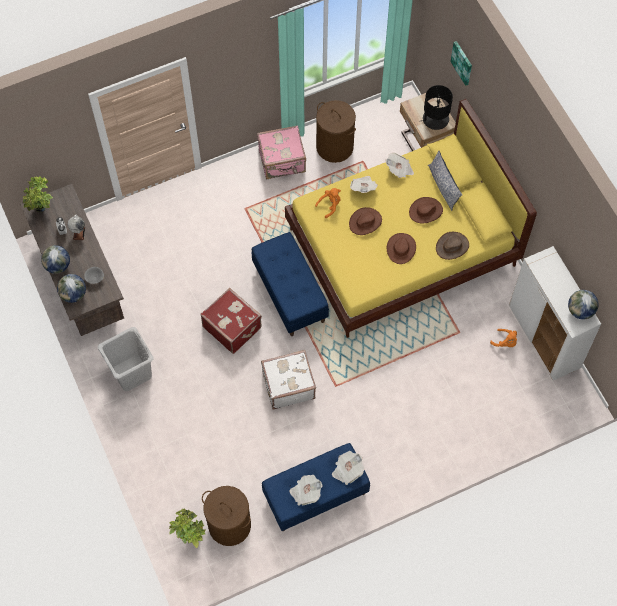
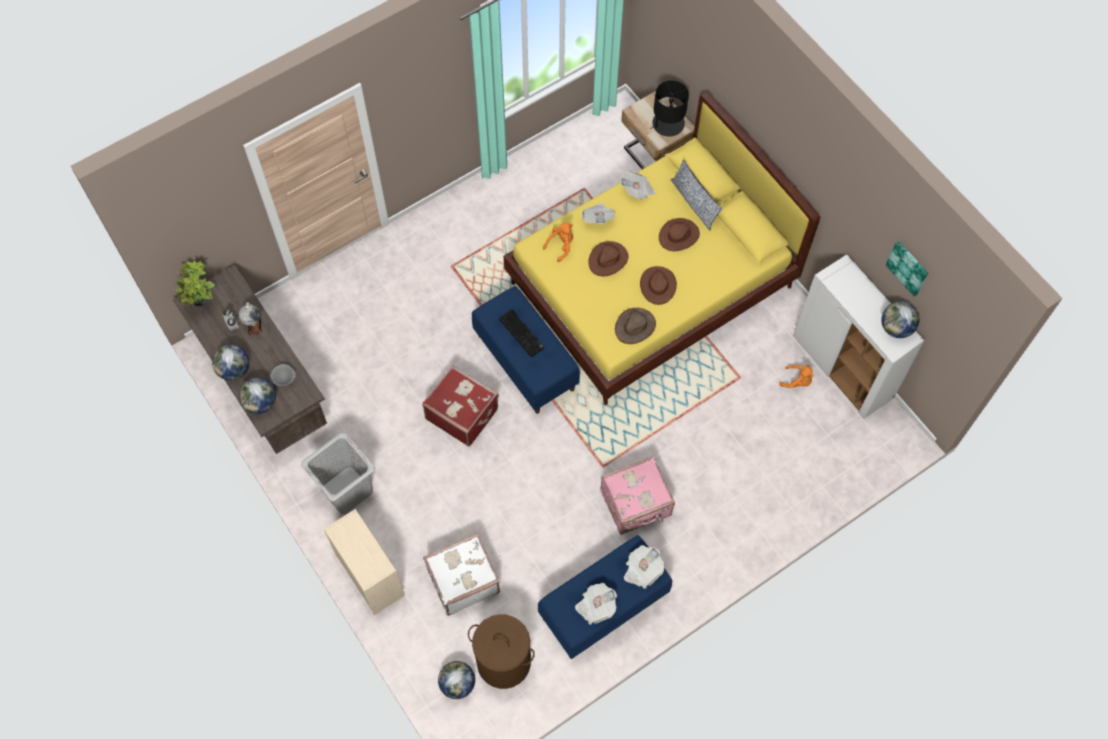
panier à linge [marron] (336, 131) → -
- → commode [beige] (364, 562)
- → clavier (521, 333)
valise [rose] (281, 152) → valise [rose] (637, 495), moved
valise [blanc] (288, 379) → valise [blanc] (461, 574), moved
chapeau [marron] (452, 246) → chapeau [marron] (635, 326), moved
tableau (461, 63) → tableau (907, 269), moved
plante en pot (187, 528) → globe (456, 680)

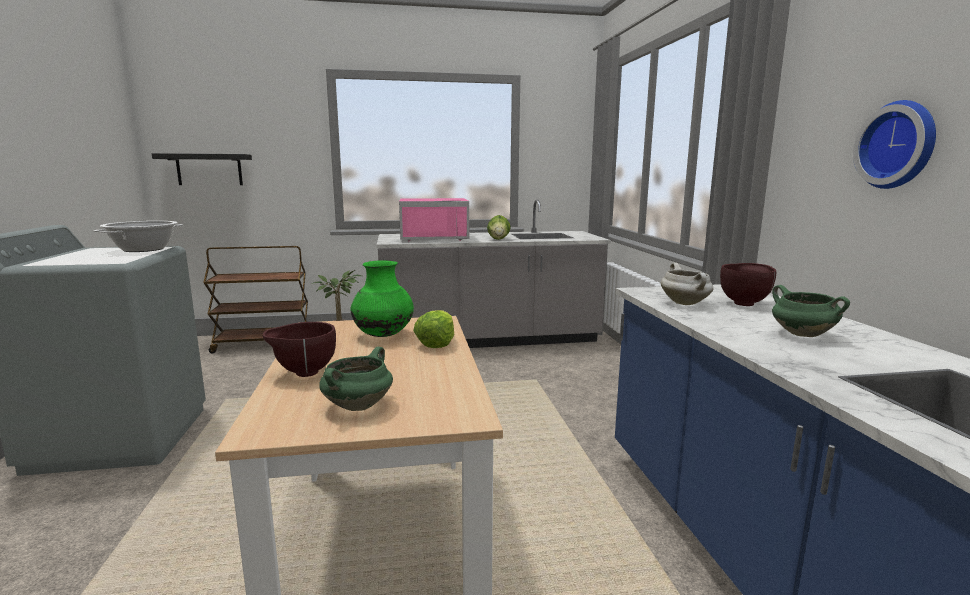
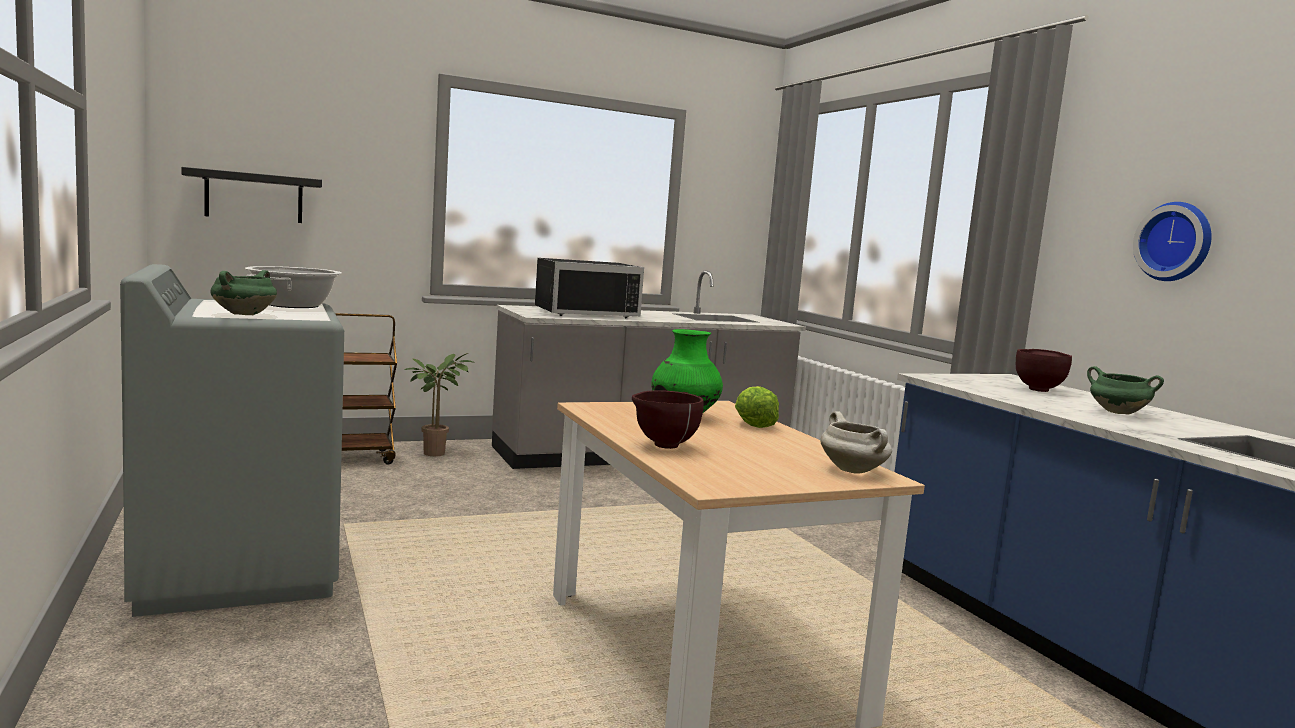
laitue (499, 227) → -
marmite [vert] (356, 379) → marmite [vert] (243, 292), moved
marmite [blanc] (687, 284) → marmite [blanc] (856, 442), moved
micro-ondes [rose] (434, 219) → micro-ondes [noir] (589, 288)

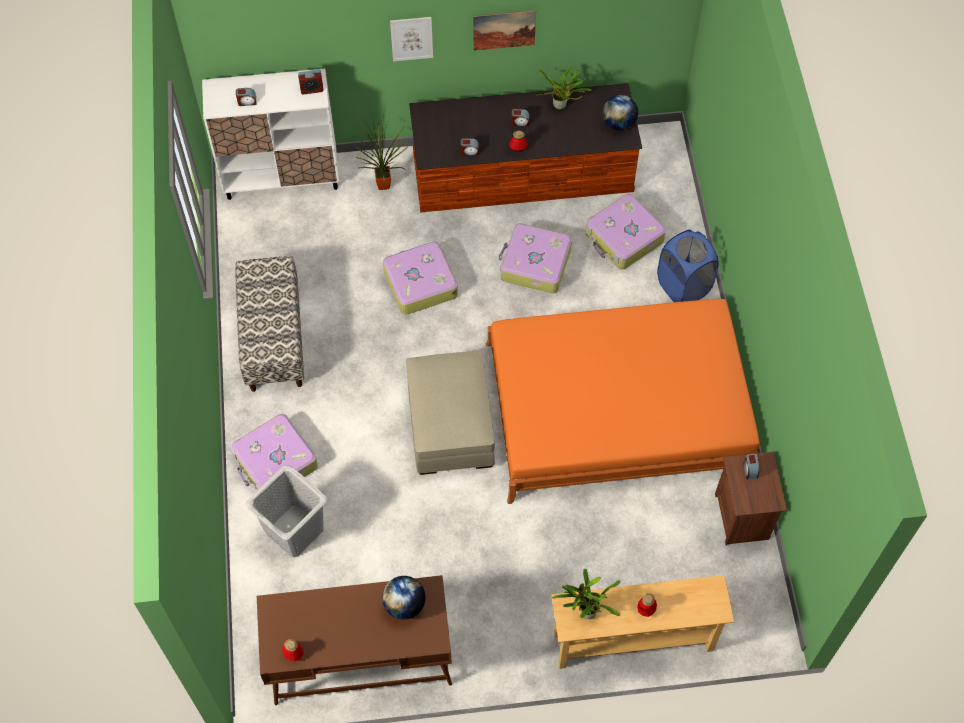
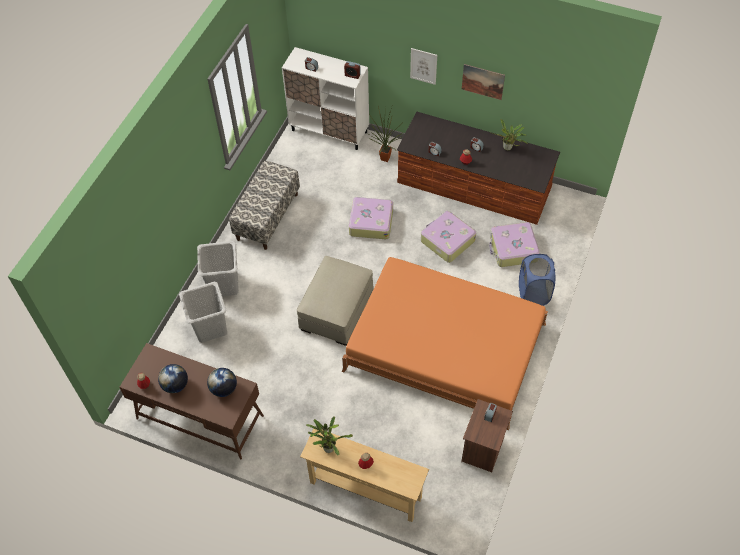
globe (620, 113) → globe (173, 378), moved
valise (274, 452) → panier à linge [gris] (218, 268)

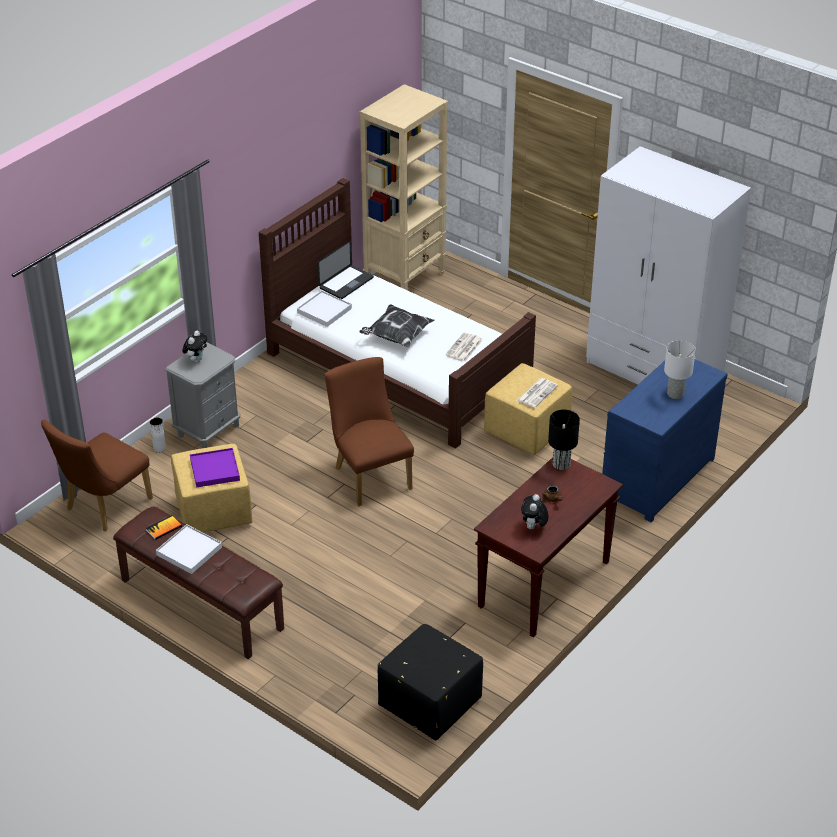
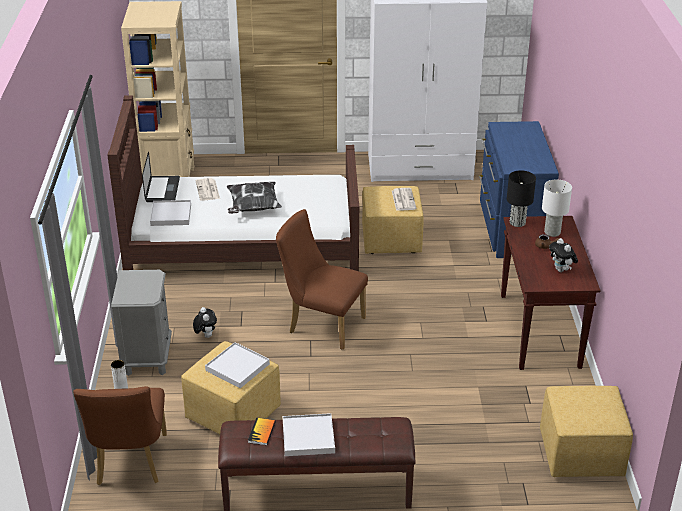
peluche (194, 346) → peluche (205, 322), moved
journal (464, 347) → journal (207, 189), moved
lampe de table [blanc] (680, 369) → lampe de table [blanc] (557, 208), moved
plateau [violet] (215, 468) → plateau [blanc] (237, 365)
pouf [noir] (430, 682) → pouf [jaune] (586, 431)

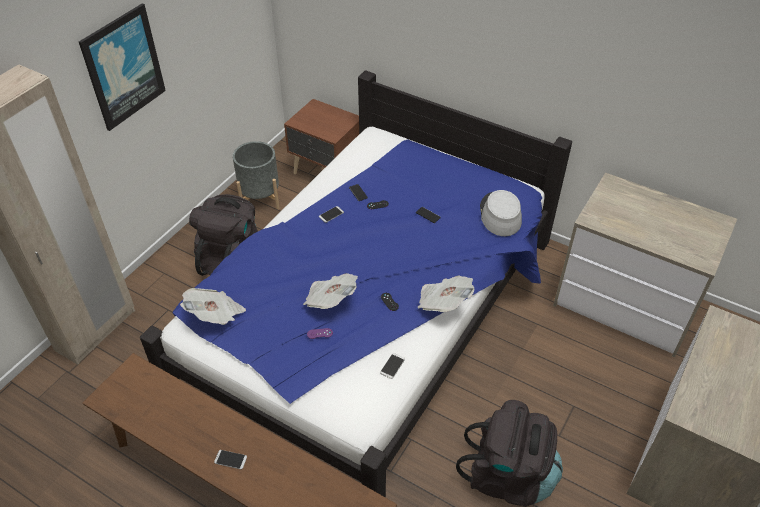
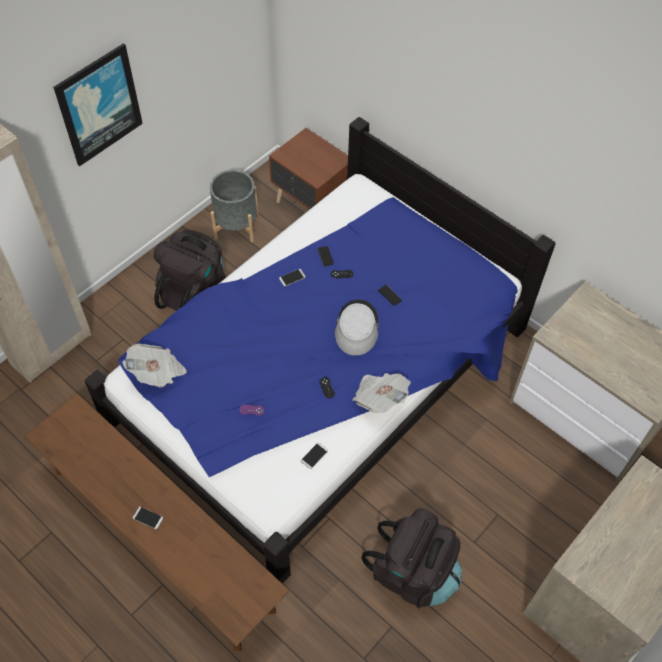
journal (330, 291) → -
chapeau [gris] (501, 213) → chapeau [gris] (356, 327), moved

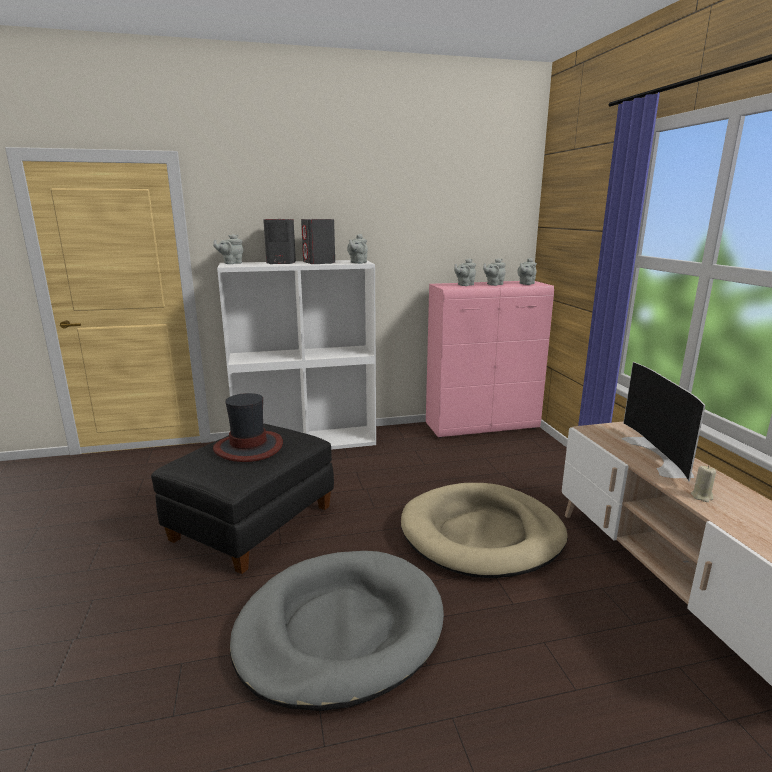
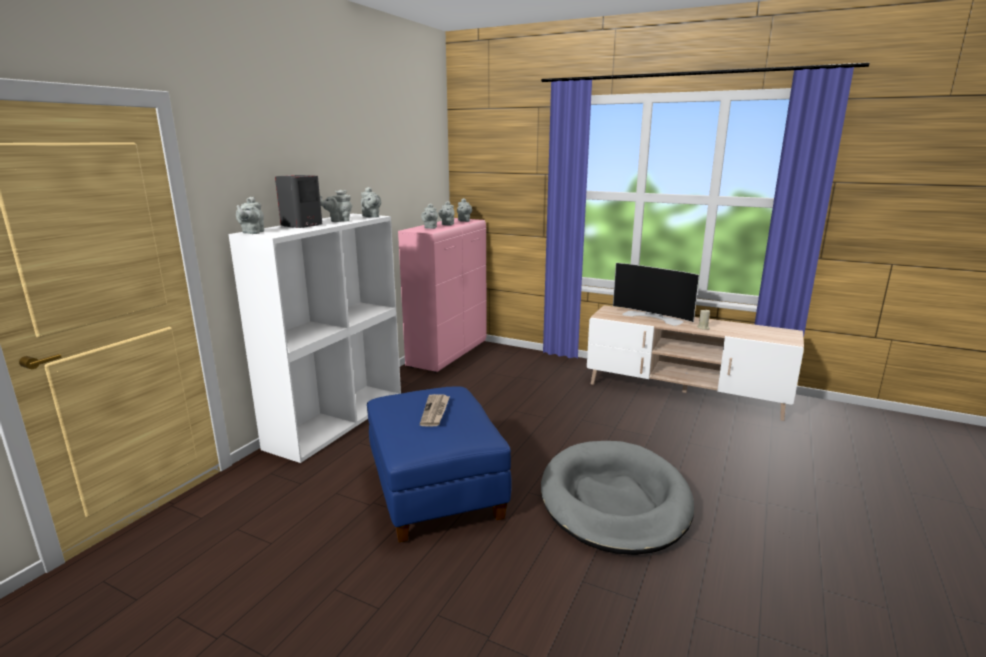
panier pour chien [beige] (484, 530) → -
chapeau (248, 427) → journal (435, 410)
enceinte [gris] (318, 241) → théière [gris] (336, 206)
pouf [noir] (242, 498) → pouf [bleu] (439, 464)

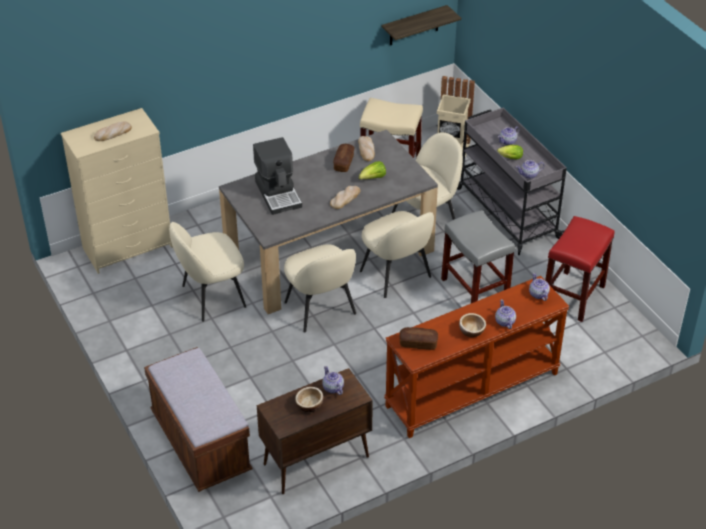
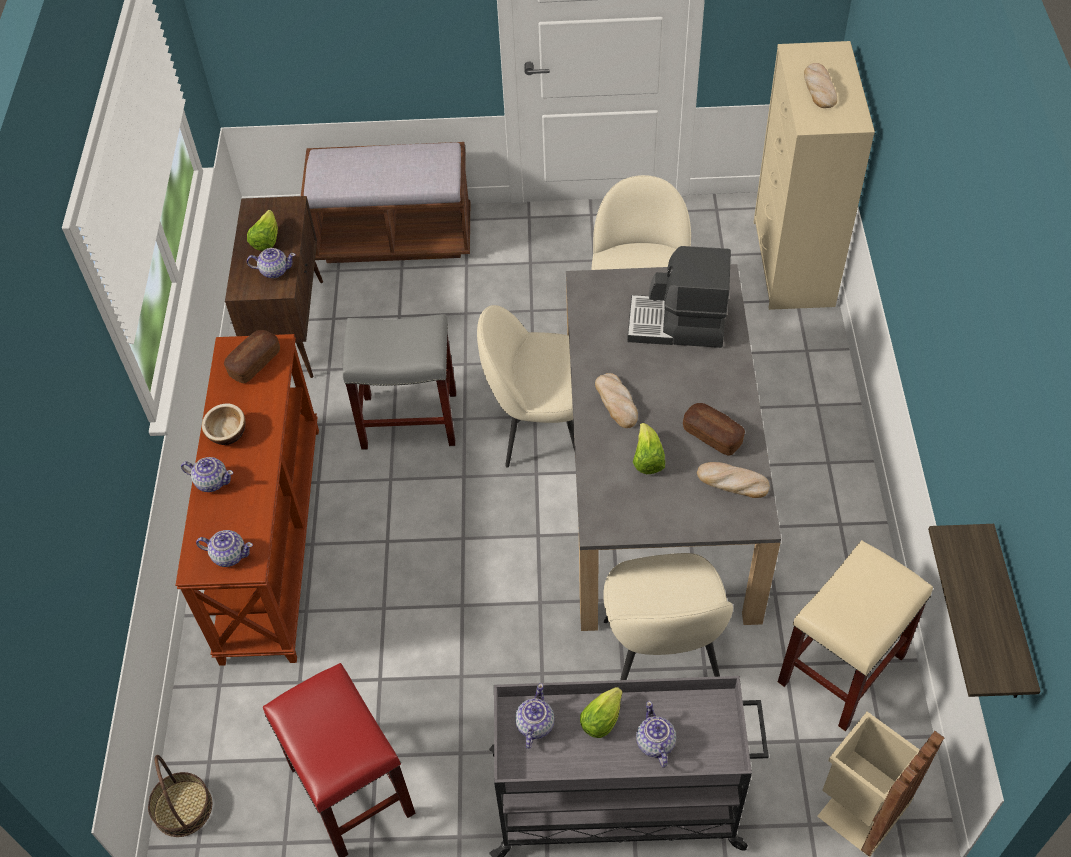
chaise [beige] (397, 254) → -
- → panier (180, 796)
tabouret [gris] (478, 256) → tabouret [gris] (399, 382), moved
bol (309, 399) → laitue (262, 230)

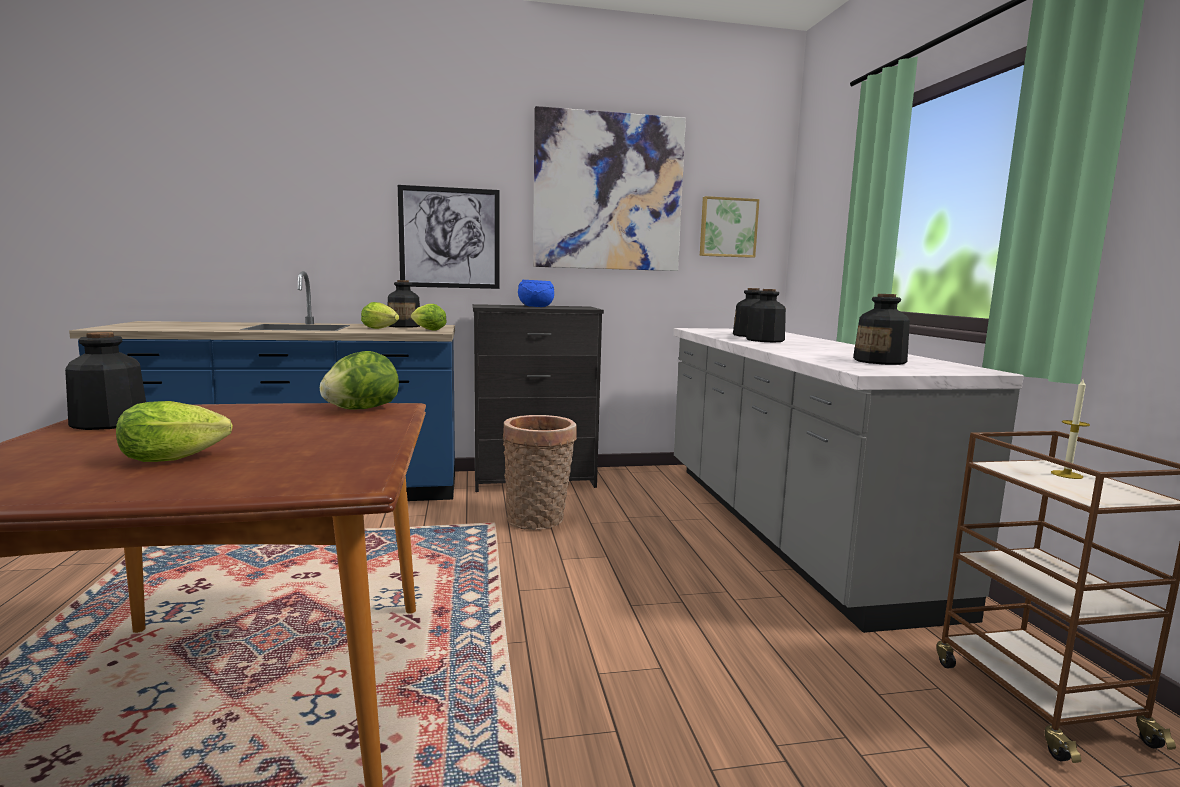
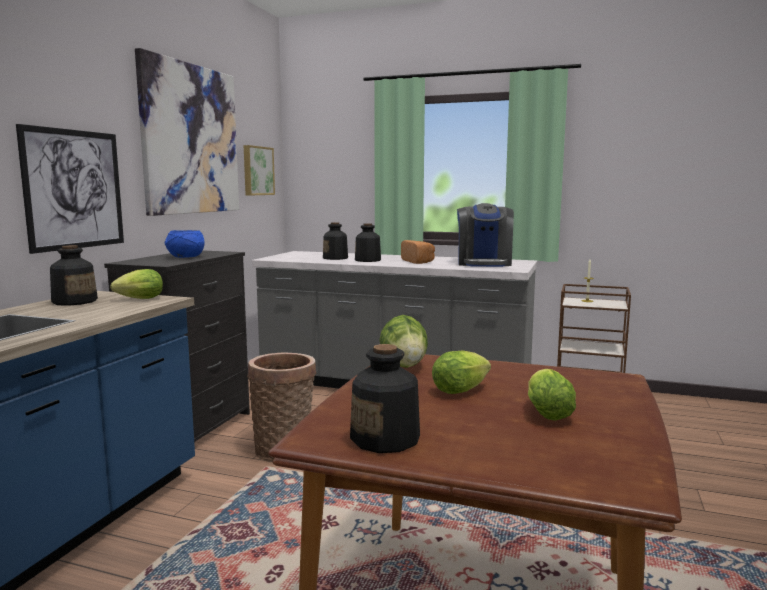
- → pain (418, 252)
laitue (380, 315) → laitue (461, 372), moved
bouteille (881, 329) → machine à café (485, 235)

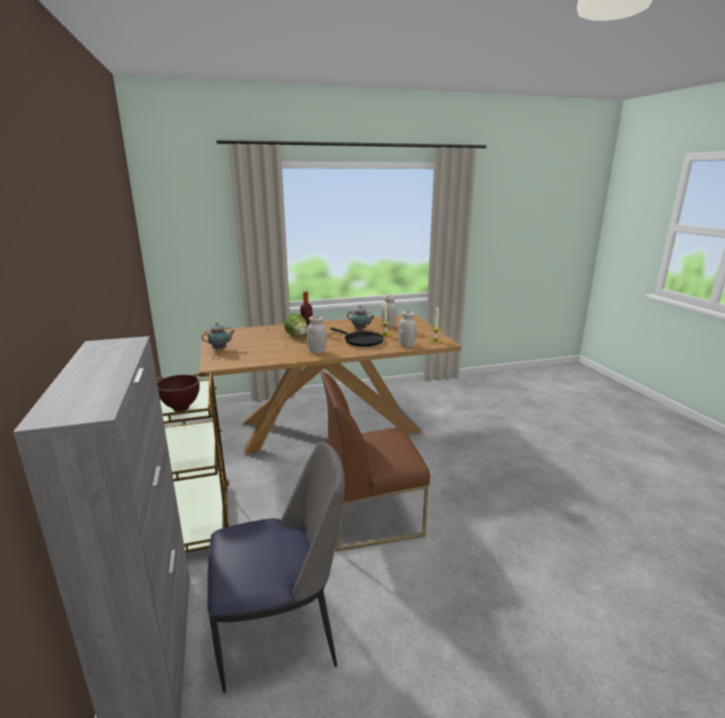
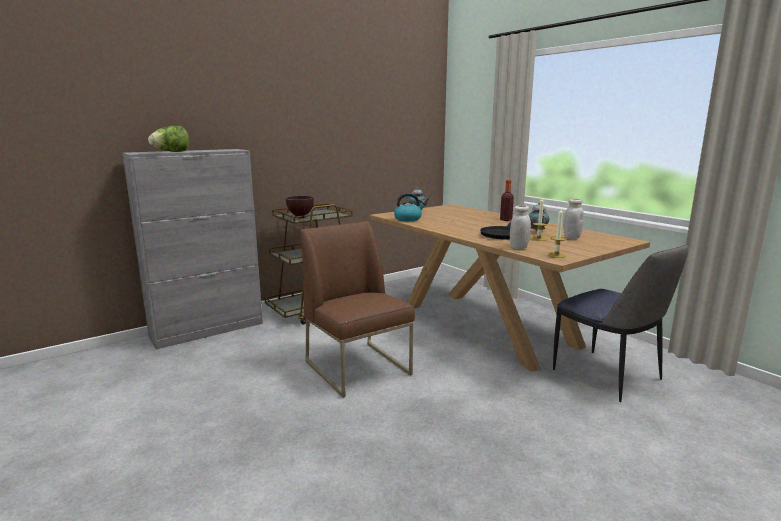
bocal [blanc] (317, 334) → -
- → bouilloire (410, 207)
chaise (276, 567) → chaise (620, 323), moved
laitue (296, 324) → laitue (168, 139), moved

